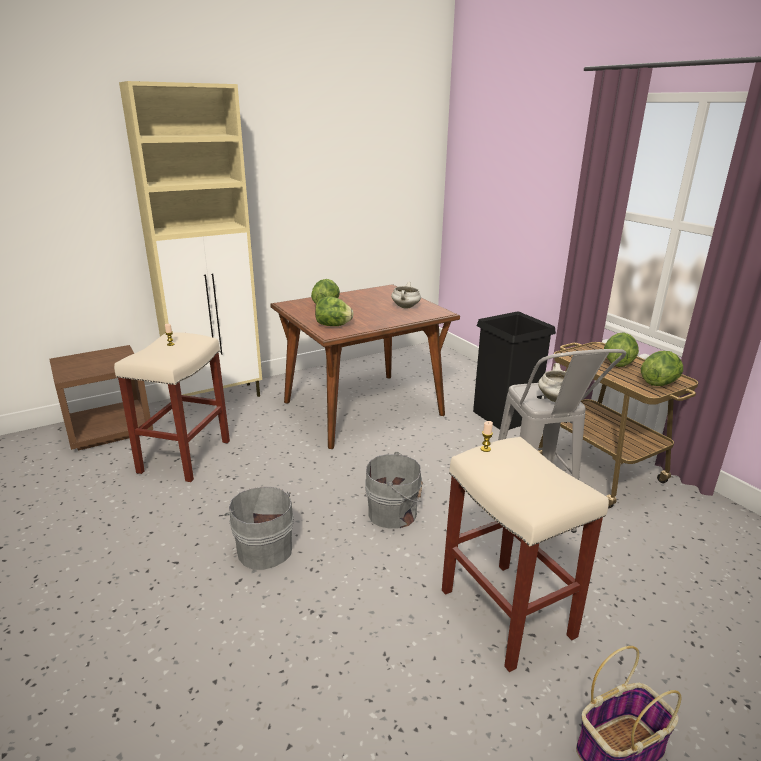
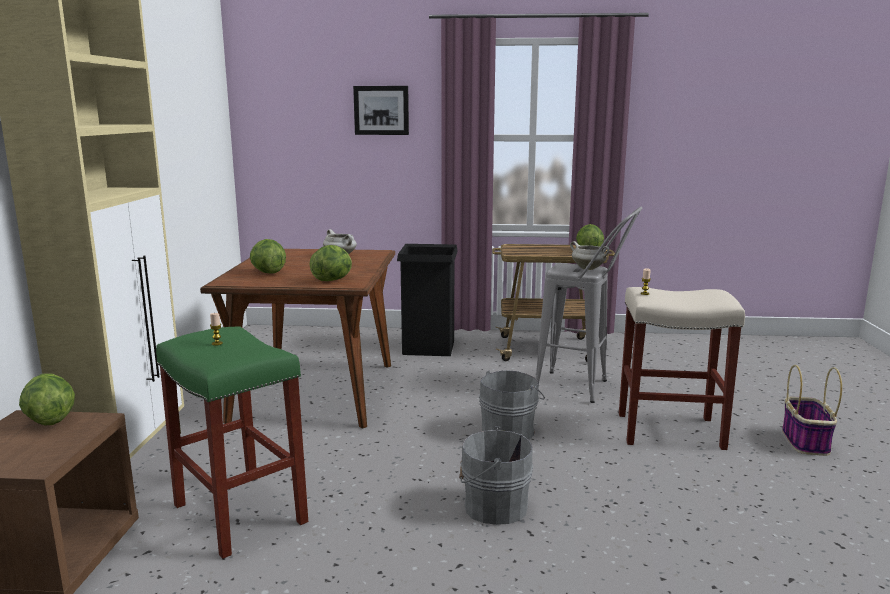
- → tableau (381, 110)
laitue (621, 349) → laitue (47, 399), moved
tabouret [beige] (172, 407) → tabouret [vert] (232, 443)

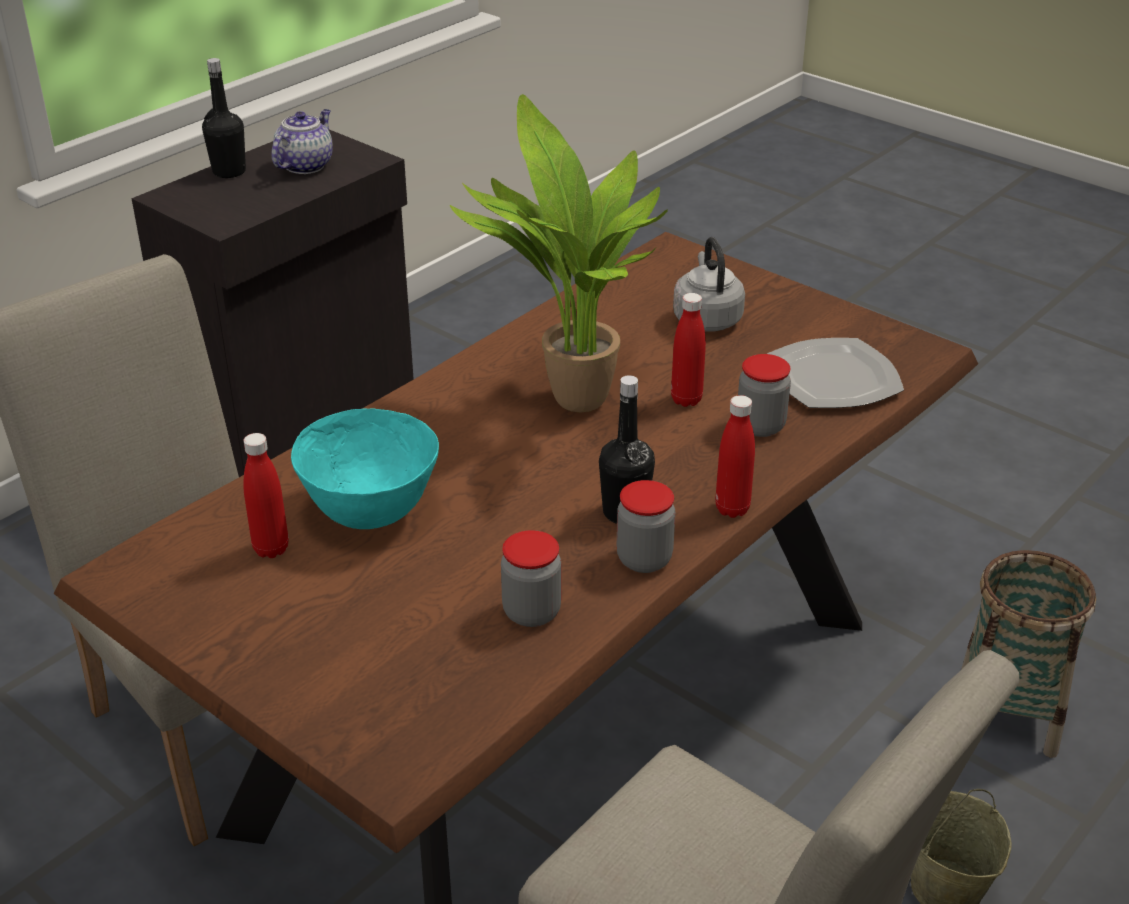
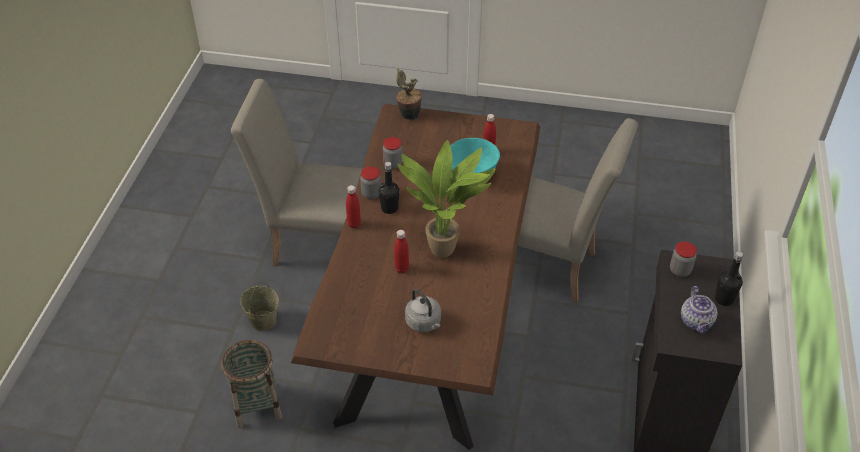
assiette (835, 373) → -
- → plante en pot (409, 94)
bocal (764, 395) → bocal (683, 259), moved

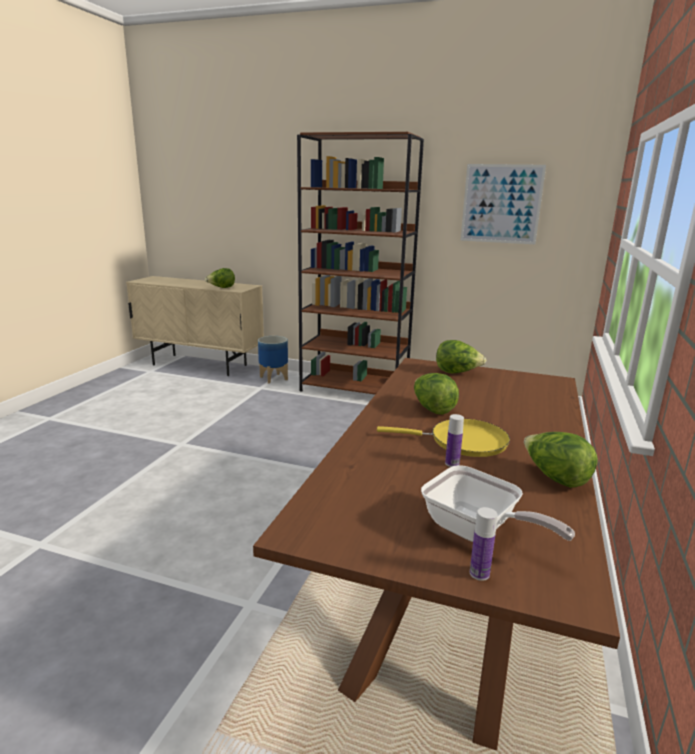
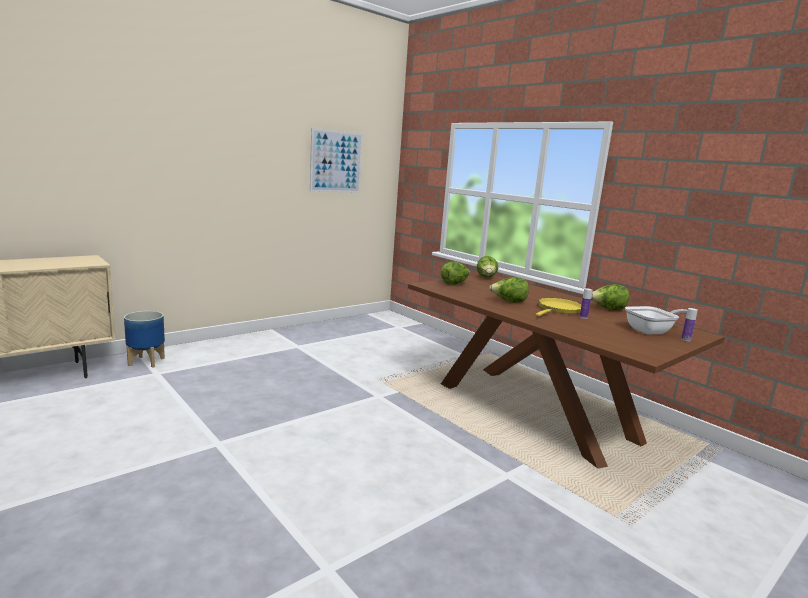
bibliothèque [marron] (360, 263) → -
laitue (220, 278) → laitue (487, 267), moved

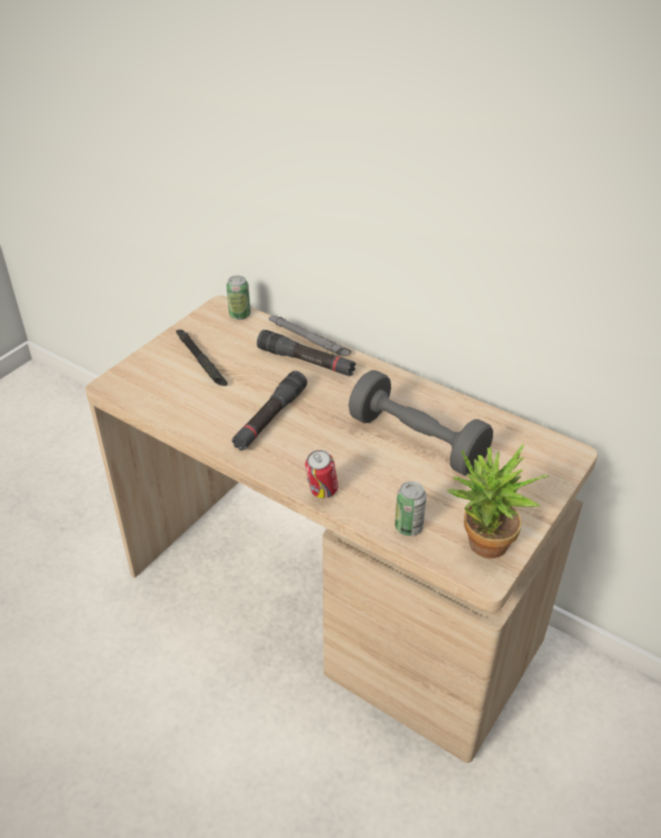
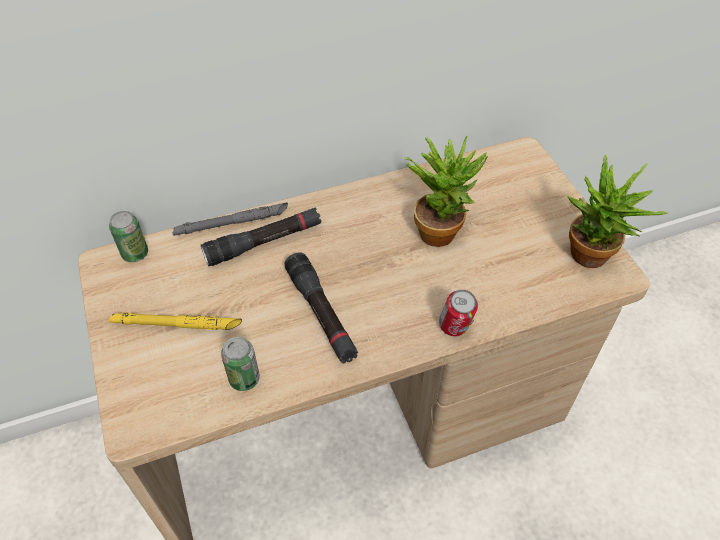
boîte métallique (411, 508) → boîte métallique (240, 364), moved
haltère [gris] (420, 423) → plante en pot (446, 191)
lampe de poche [noir] (202, 357) → lampe de poche [jaune] (175, 321)

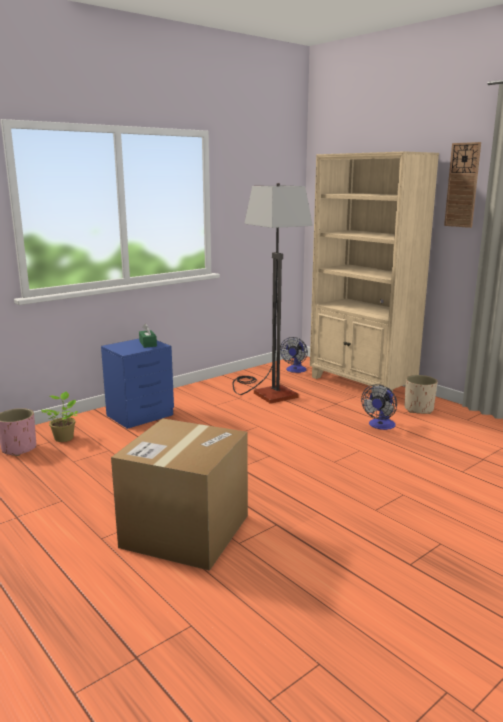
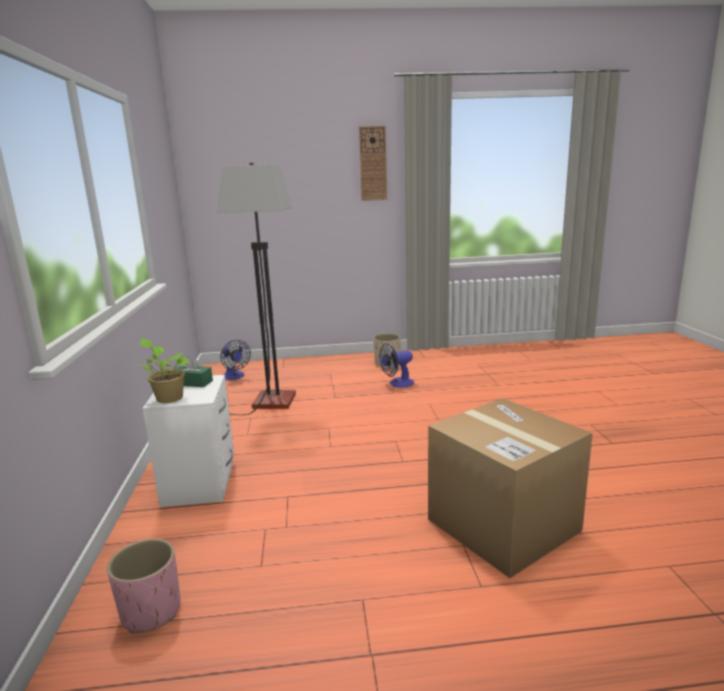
bibliothèque [beige] (374, 271) → -
plante en pot (59, 417) → plante en pot (164, 370), moved
table de chevet [bleu] (137, 384) → table de chevet [blanc] (188, 441)
ventilateur (379, 407) → ventilateur (396, 365), 90 degrees clockwise

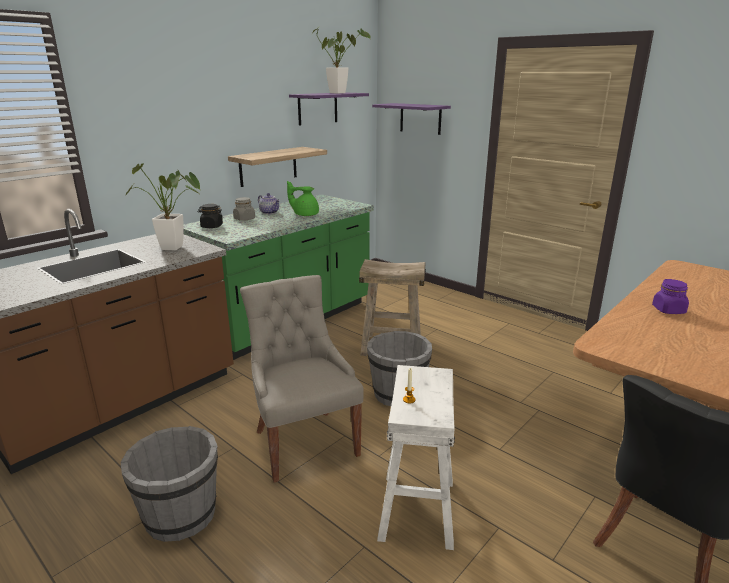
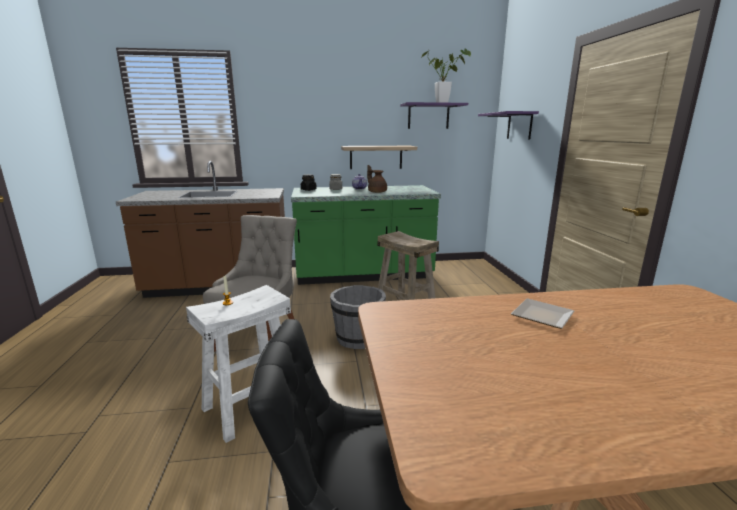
seau [gris] (169, 484) → -
plante en pot (163, 207) → -
bocal [violet] (670, 296) → assiette (542, 314)
théière [vert] (303, 198) → théière [marron] (377, 179)

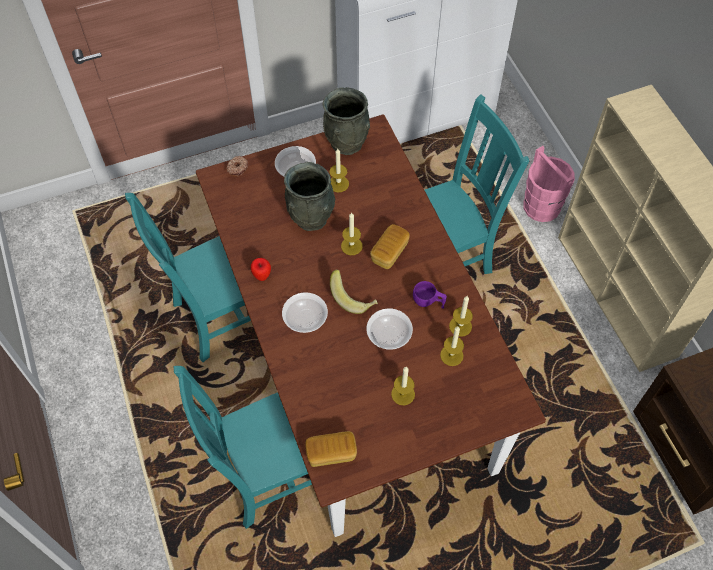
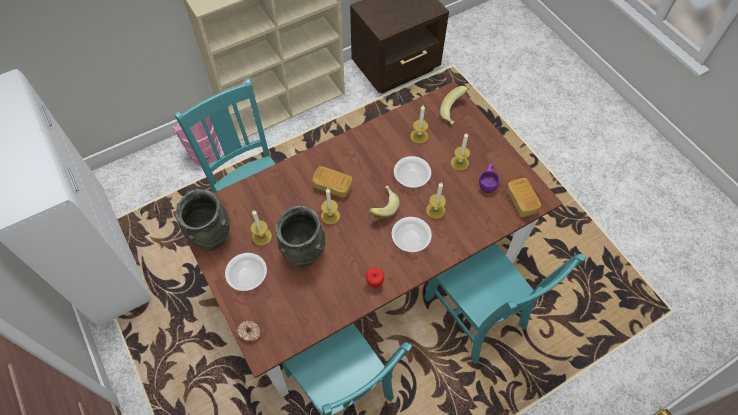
- → banane (454, 105)
tasse [violet] (430, 295) → tasse [violet] (489, 178), moved
bougie (461, 316) → bougie (436, 200), moved

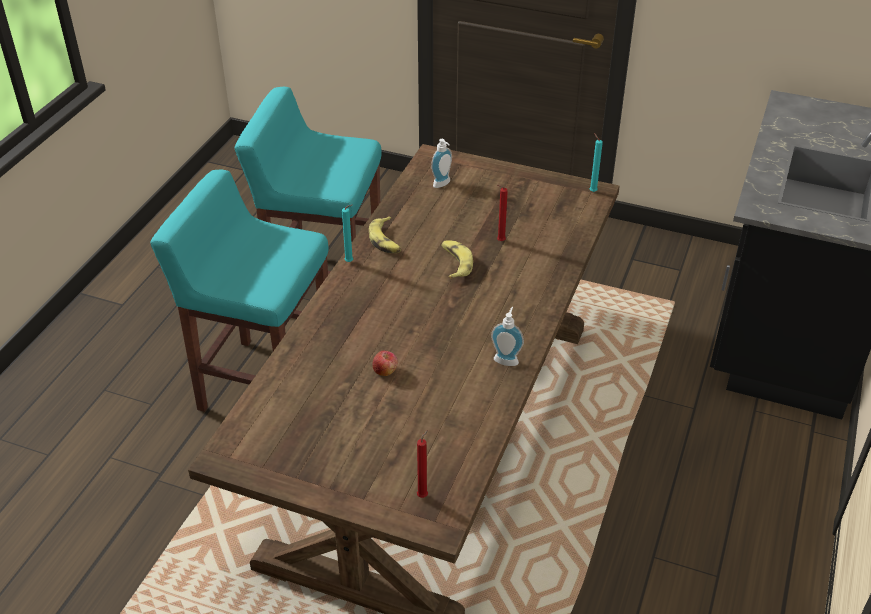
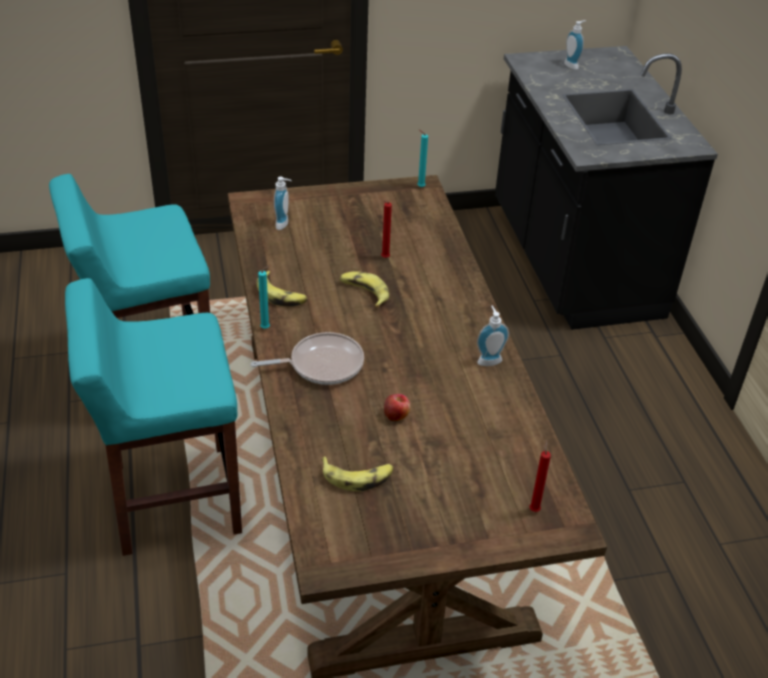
- → poêle (307, 358)
- → banane (357, 473)
- → distributeur de savon (575, 45)

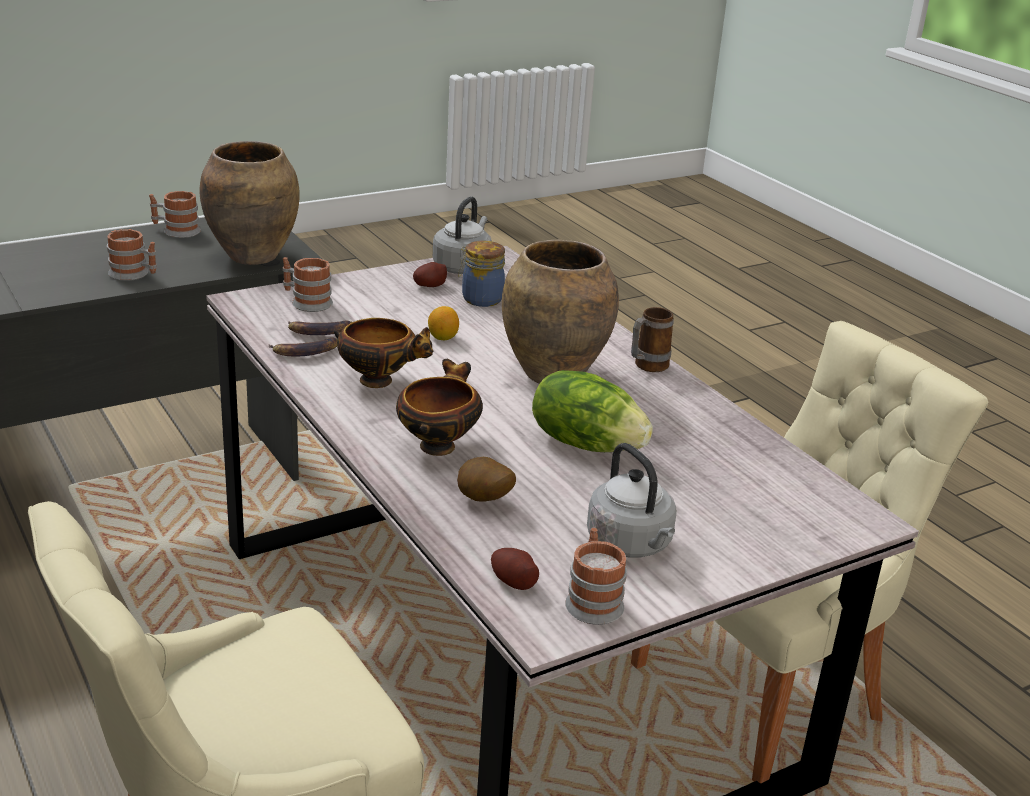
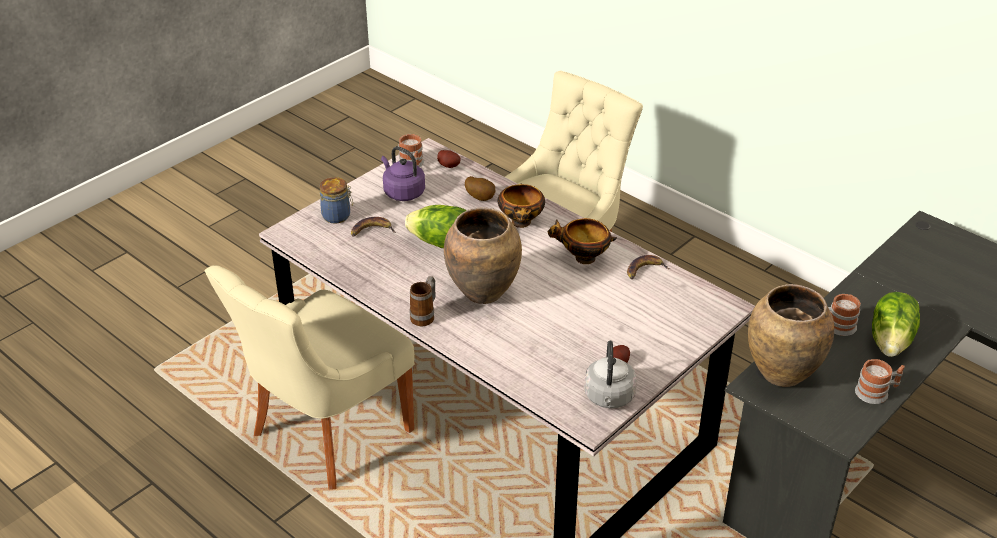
mug (308, 284) → -
citron (443, 323) → -
- → laitue (896, 324)
banane (320, 328) → banane (373, 227), moved
bocal (481, 274) → bocal (336, 200), moved
bouilloire [gris] (632, 500) → bouilloire [violet] (403, 173)

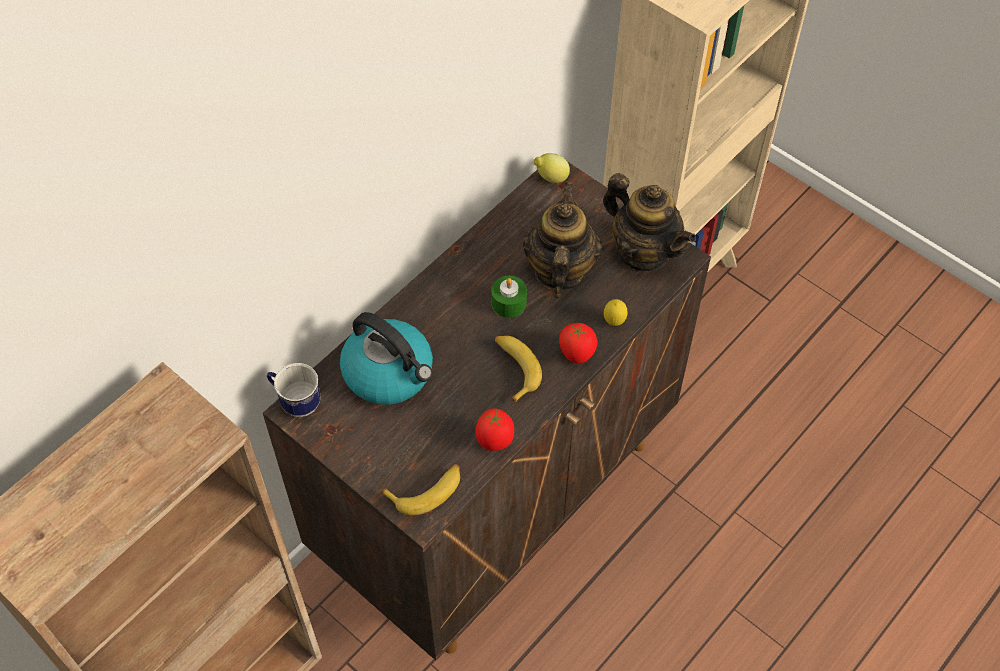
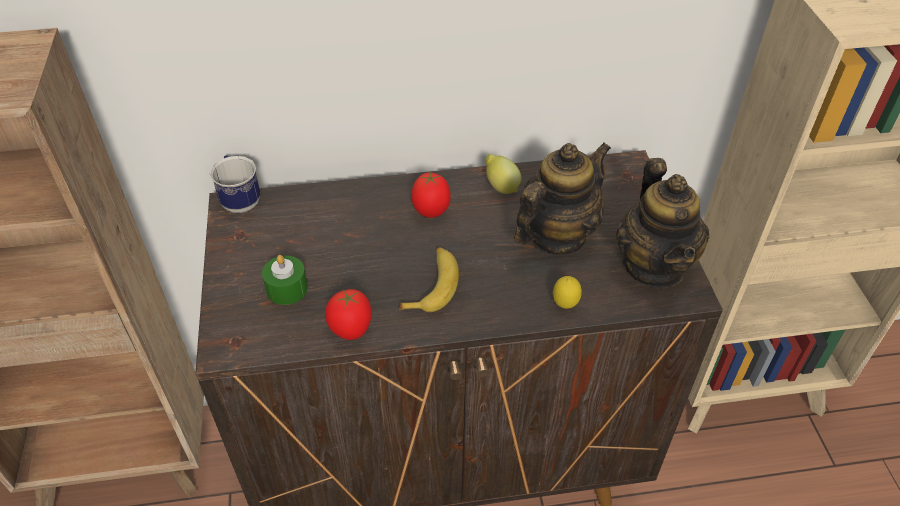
bouilloire (386, 358) → -
banane (420, 489) → -
bougie [vert] (509, 297) → bougie [vert] (285, 280), moved
citron (552, 168) → citron (503, 174), moved
tomate (578, 343) → tomate (431, 195), moved

